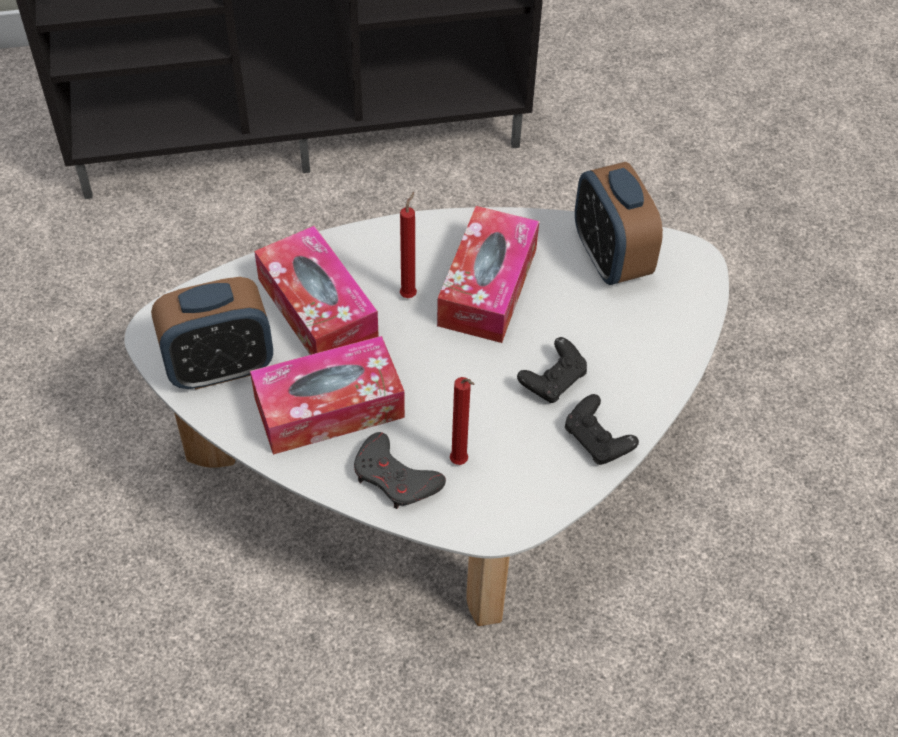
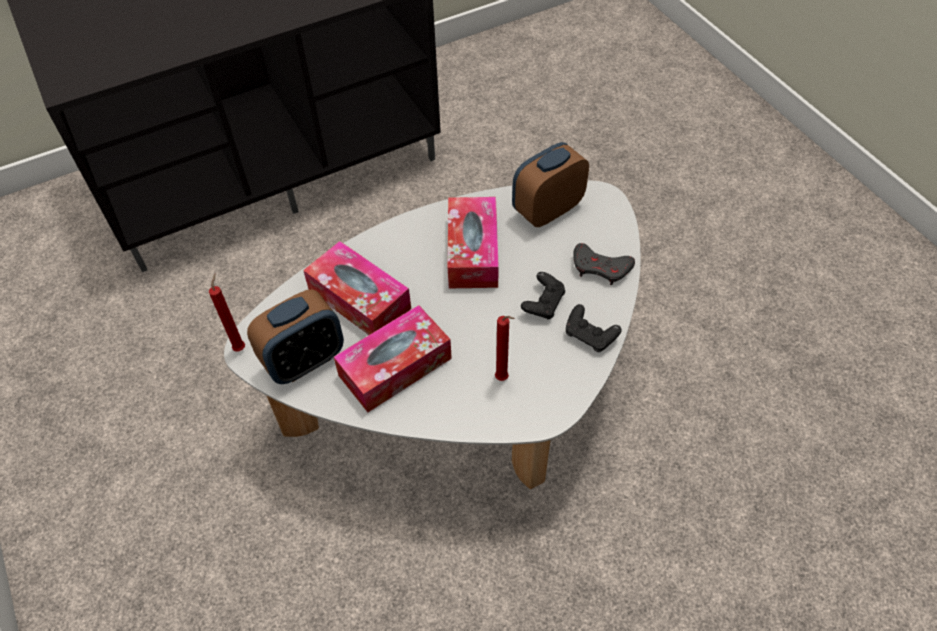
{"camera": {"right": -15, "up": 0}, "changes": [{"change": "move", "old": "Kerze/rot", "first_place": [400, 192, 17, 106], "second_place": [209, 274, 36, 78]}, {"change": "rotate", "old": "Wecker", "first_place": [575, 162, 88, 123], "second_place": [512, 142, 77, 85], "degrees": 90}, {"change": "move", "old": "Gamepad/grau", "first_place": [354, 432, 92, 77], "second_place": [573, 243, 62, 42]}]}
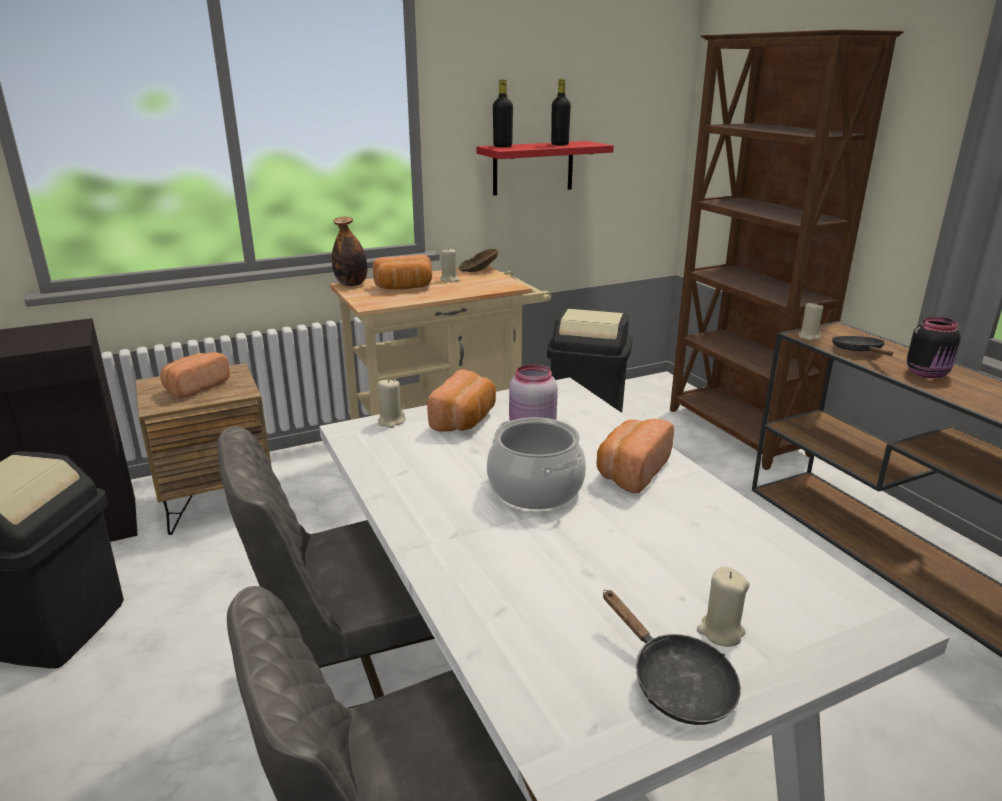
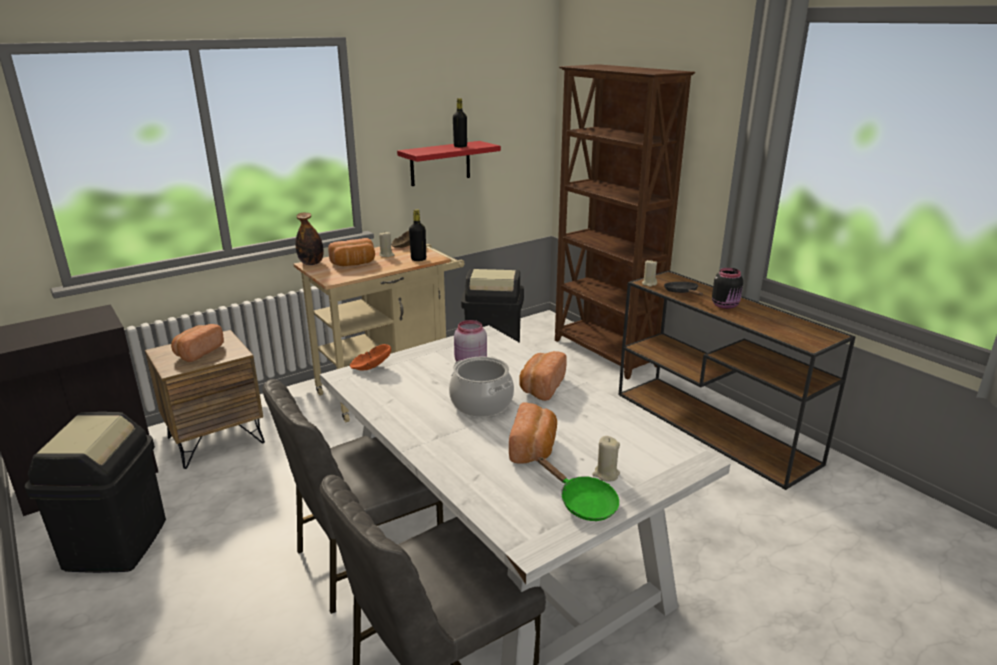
{"camera": {"right": -10, "up": 0}, "changes": [{"change": "replace", "old": "Kerze/beige", "new": "Schüssel/orange", "first_place": [377, 378, 28, 50], "second_place": [350, 344, 41, 26]}, {"change": "move", "old": "Flasche/schwarz", "first_place": [493, 79, 20, 68], "second_place": [409, 209, 17, 52]}, {"change": "move", "old": "Brot", "first_place": [427, 369, 69, 63], "second_place": [509, 402, 48, 62]}, {"change": "recolor", "old": "Pfanne/schwarz", "new": "Pfanne/grün", "first_place": [603, 590, 138, 135], "second_place": [537, 457, 82, 64]}]}
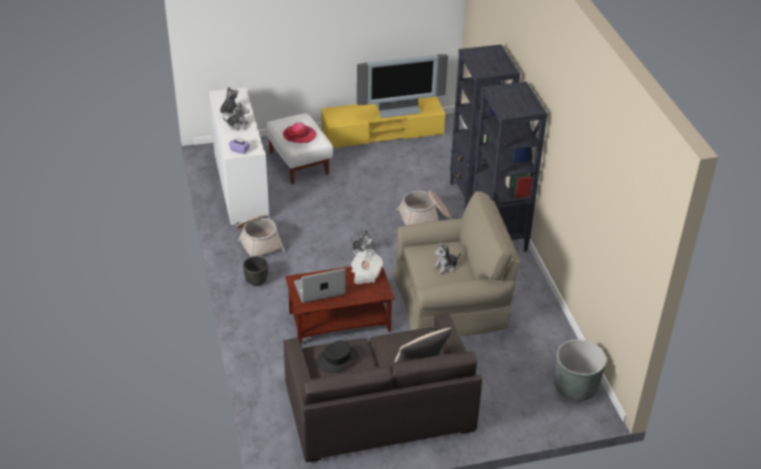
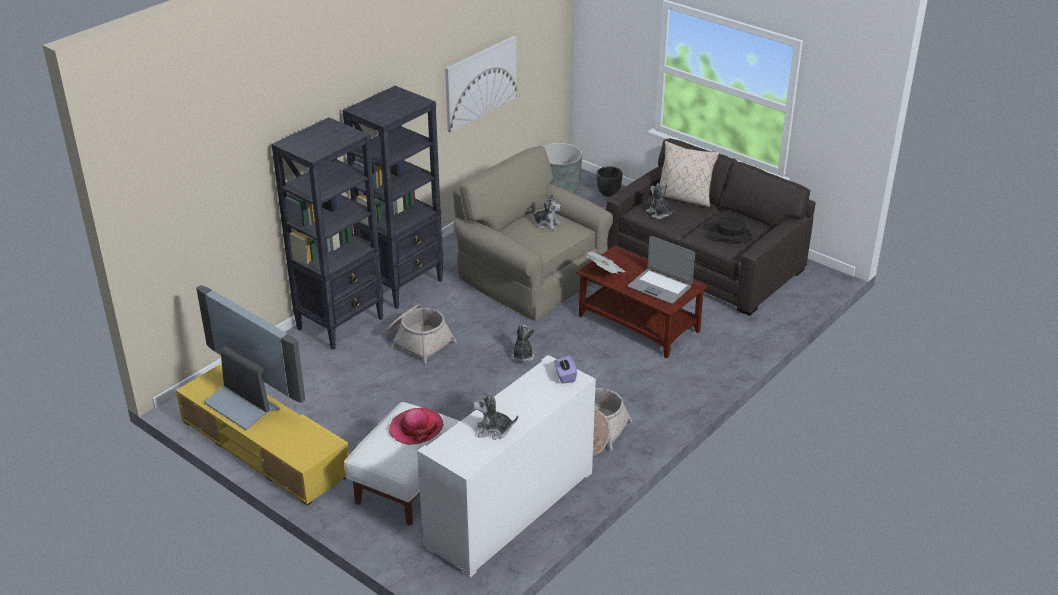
{"camera": {"right": -125, "up": -5}, "changes": [{"change": "insert", "new": "Bild", "second_place": [445, 36, 72, 96]}, {"change": "move", "old": "Pflanzkübel/schwarz", "first_place": [243, 256, 25, 30], "second_place": [597, 166, 25, 31]}, {"change": "move", "old": "Plüschtier", "first_place": [223, 101, 27, 30], "second_place": [646, 183, 26, 36]}]}
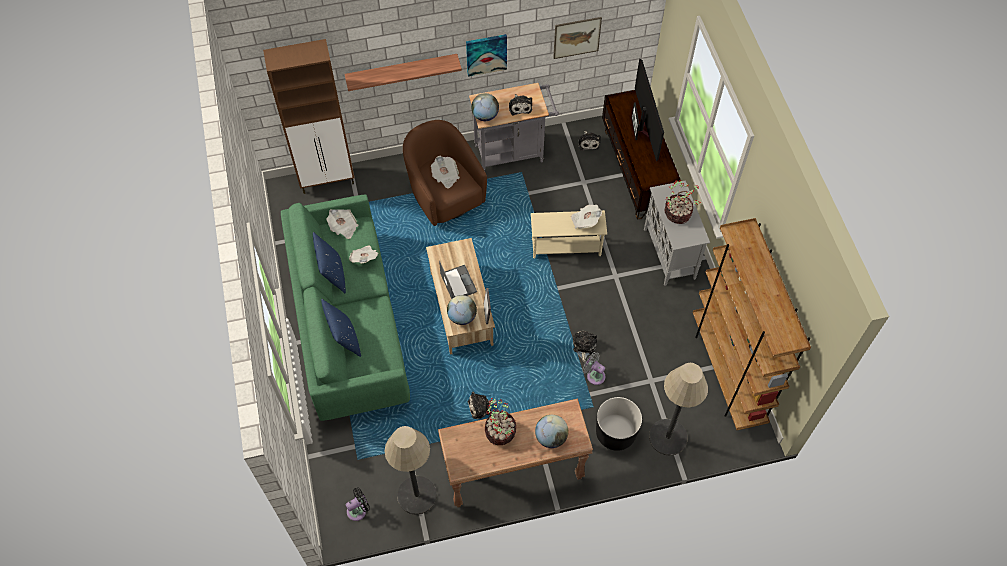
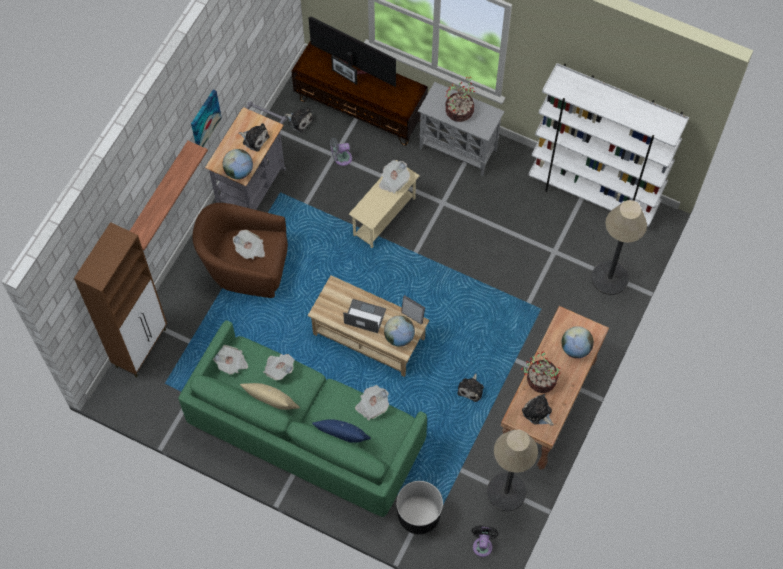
{"camera": {"right": -50, "up": 5}, "changes": [{"change": "recolor", "old": "Kissen/blau", "new": "Kissen/beige", "first_place": [313, 232, 33, 61], "second_place": [240, 383, 60, 27]}, {"change": "move", "old": "Ventilator/grau", "first_place": [582, 352, 23, 33], "second_place": [330, 138, 22, 28]}, {"change": "insert", "new": "Zeitung", "second_place": [355, 385, 34, 36]}, {"change": "move", "old": "Pflanzkübel/schwarz", "first_place": [596, 397, 46, 54], "second_place": [396, 481, 47, 53]}, {"change": "move", "old": "Plüschtier", "first_place": [573, 331, 24, 31], "second_place": [522, 394, 32, 32]}, {"change": "recolor", "old": "Bücherregal/braun", "new": "Bücherregal/weiß", "first_place": [693, 218, 118, 212], "second_place": [528, 63, 161, 164]}, {"change": "delete", "old": "Bild", "first_place": [553, 17, 49, 42]}]}
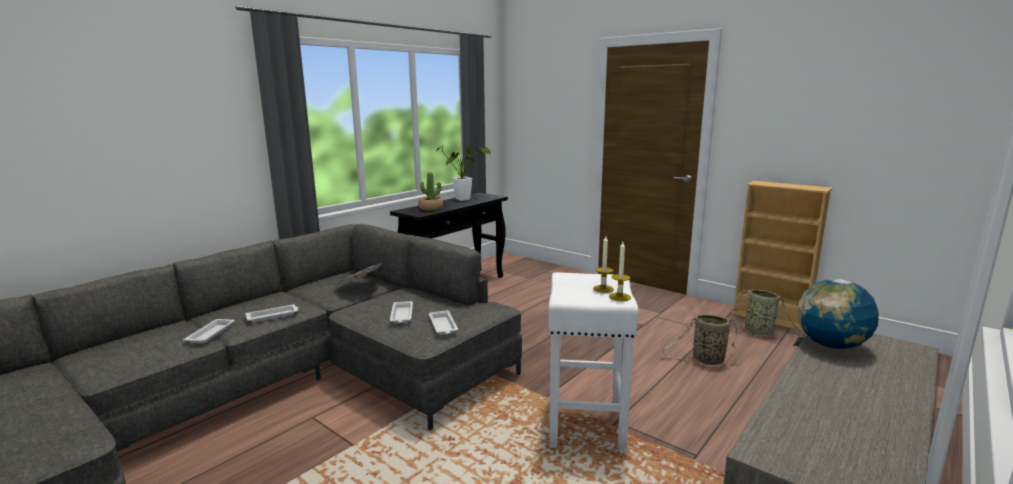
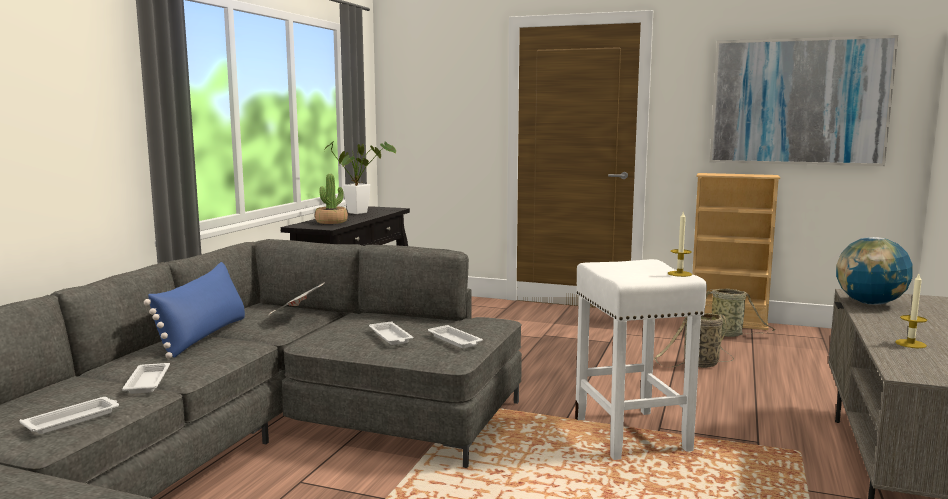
{"camera": {"right": -20, "up": -5}, "changes": [{"change": "move", "old": "Tablett/weiß", "first_place": [245, 304, 54, 18], "second_place": [19, 397, 100, 37]}, {"change": "insert", "new": "Kissen/blau", "second_place": [144, 262, 101, 97]}, {"change": "insert", "new": "Bild", "second_place": [710, 35, 188, 131]}, {"change": "move", "old": "Kerze", "first_place": [593, 236, 21, 57], "second_place": [895, 274, 32, 74]}]}
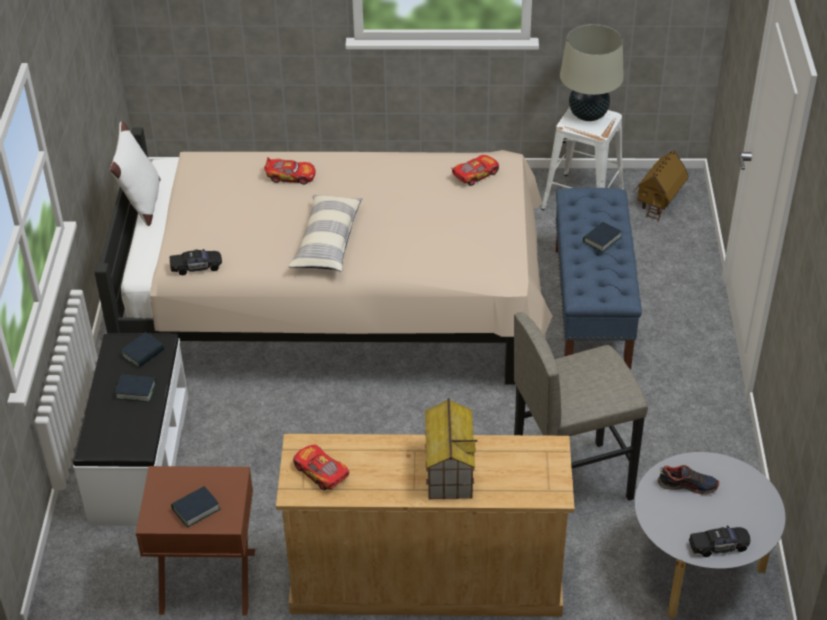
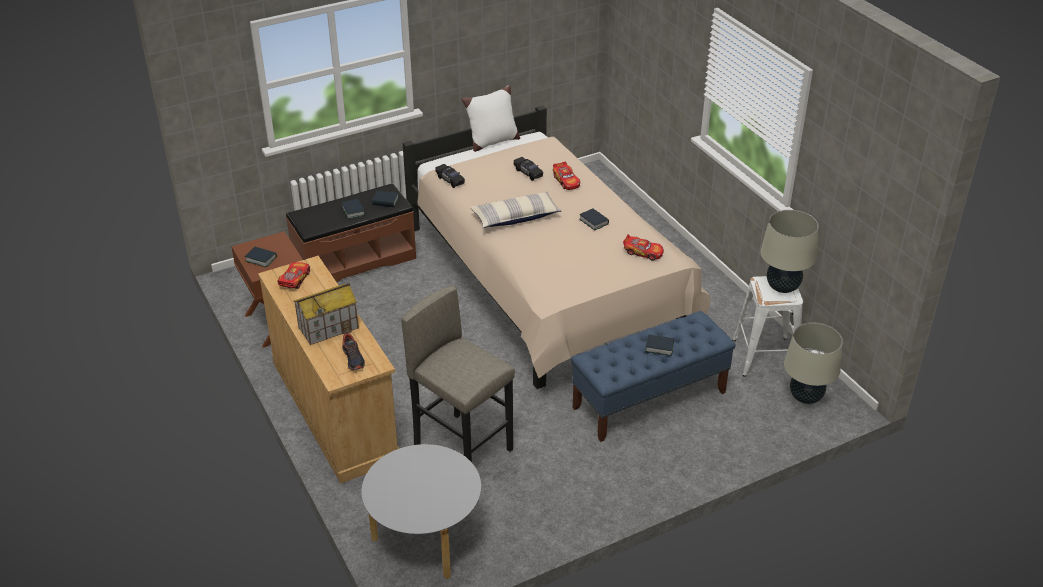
{"camera": {"right": 60, "up": -5}, "changes": [{"change": "recolor", "old": "Bank/weiß", "new": "Bank/braun", "first_place": [73, 333, 116, 193], "second_place": [286, 183, 130, 99]}, {"change": "move", "old": "Schuh", "first_place": [658, 465, 62, 30], "second_place": [342, 333, 23, 37]}, {"change": "move", "old": "Spielzeugauto/schwarz", "first_place": [689, 526, 61, 31], "second_place": [514, 157, 29, 24]}, {"change": "insert", "new": "Buch", "second_place": [579, 209, 30, 22]}, {"change": "replace", "old": "Spielzeughaus", "new": "Tischlampe/beige", "first_place": [633, 151, 56, 70], "second_place": [784, 323, 59, 81]}]}
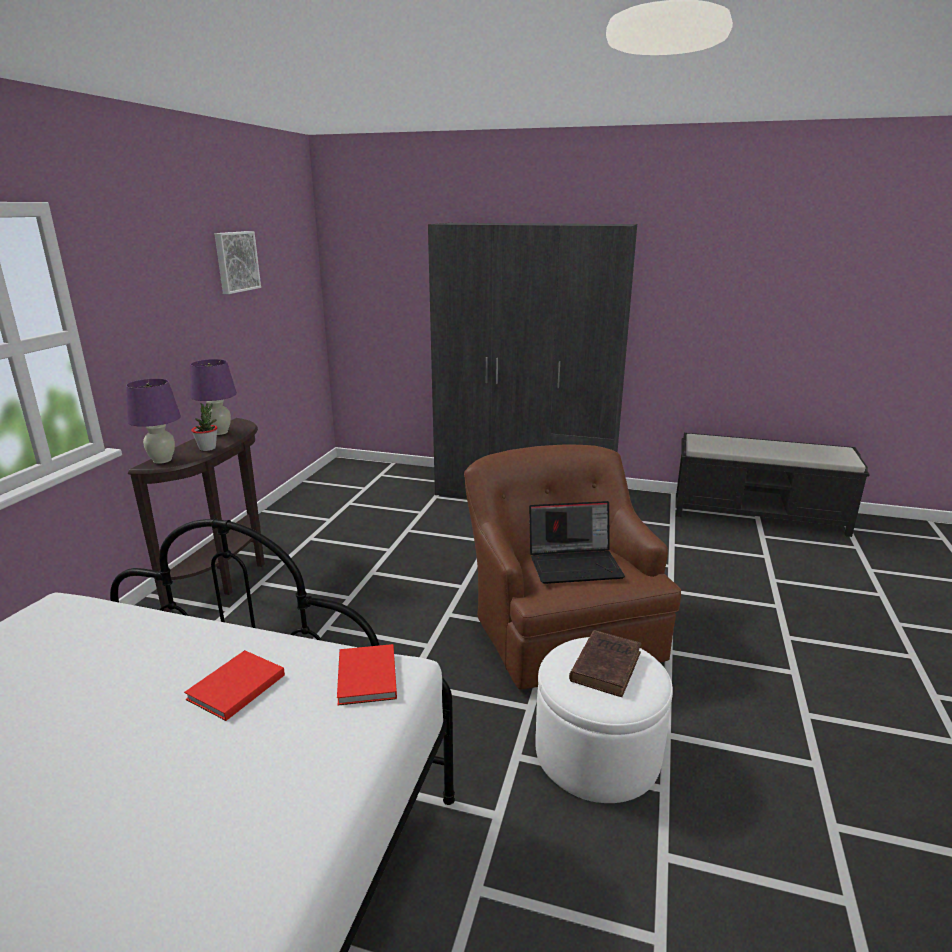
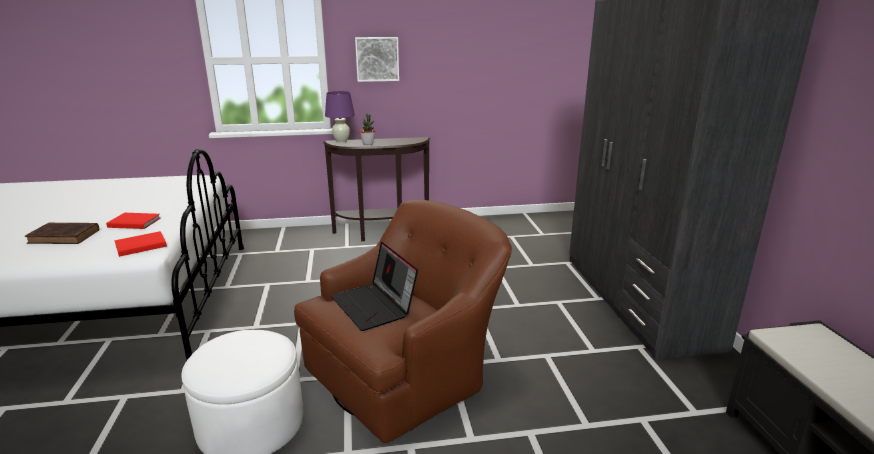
{"camera": {"right": 65, "up": 0}, "changes": [{"change": "move", "old": "Buch/braun", "first_place": [569, 630, 73, 67], "second_place": [25, 223, 74, 21]}, {"change": "move", "old": "Bild", "first_place": [214, 231, 47, 63], "second_place": [355, 37, 44, 45]}, {"change": "delete", "old": "Tischlampe/lila", "first_place": [190, 359, 47, 76]}]}
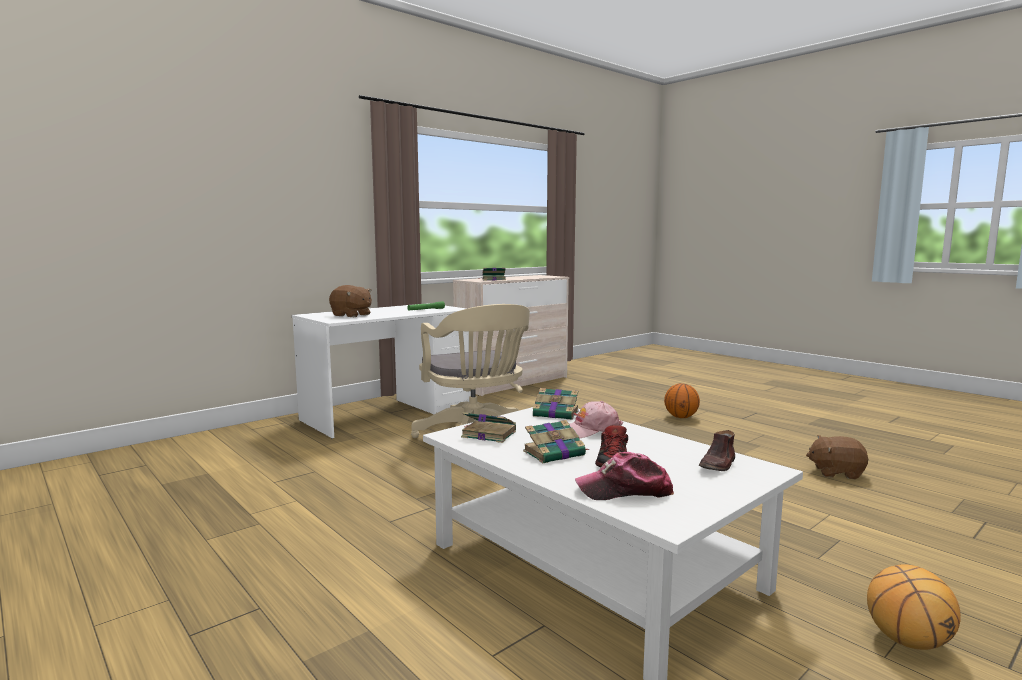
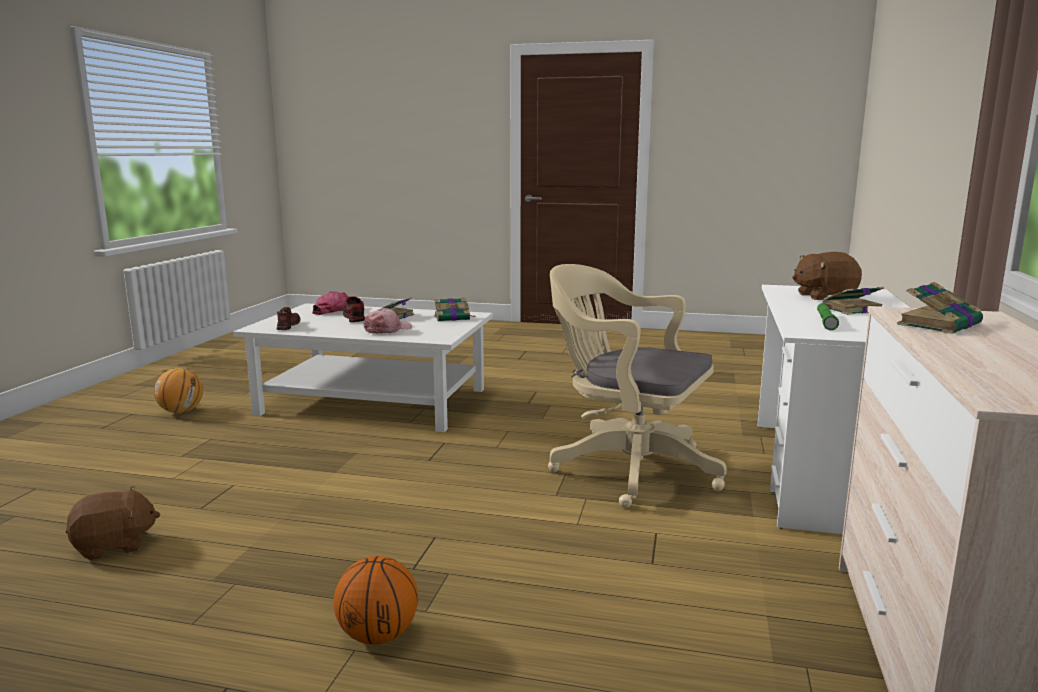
{"camera": {"right": 145, "up": 5}, "changes": [{"change": "move", "old": "Buch", "first_place": [533, 388, 46, 32], "second_place": [823, 287, 61, 28]}]}
